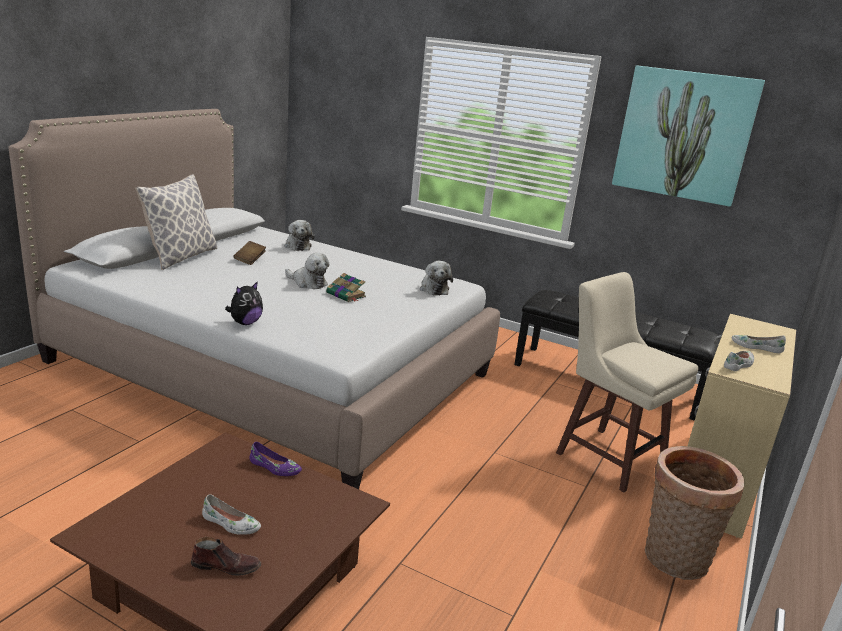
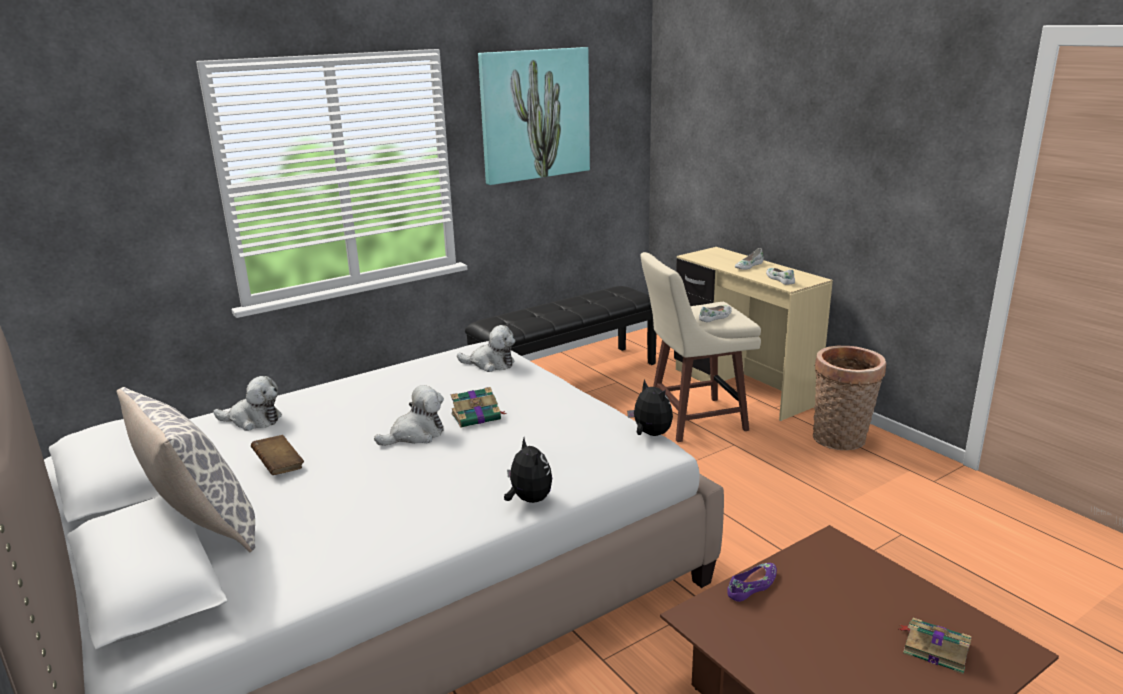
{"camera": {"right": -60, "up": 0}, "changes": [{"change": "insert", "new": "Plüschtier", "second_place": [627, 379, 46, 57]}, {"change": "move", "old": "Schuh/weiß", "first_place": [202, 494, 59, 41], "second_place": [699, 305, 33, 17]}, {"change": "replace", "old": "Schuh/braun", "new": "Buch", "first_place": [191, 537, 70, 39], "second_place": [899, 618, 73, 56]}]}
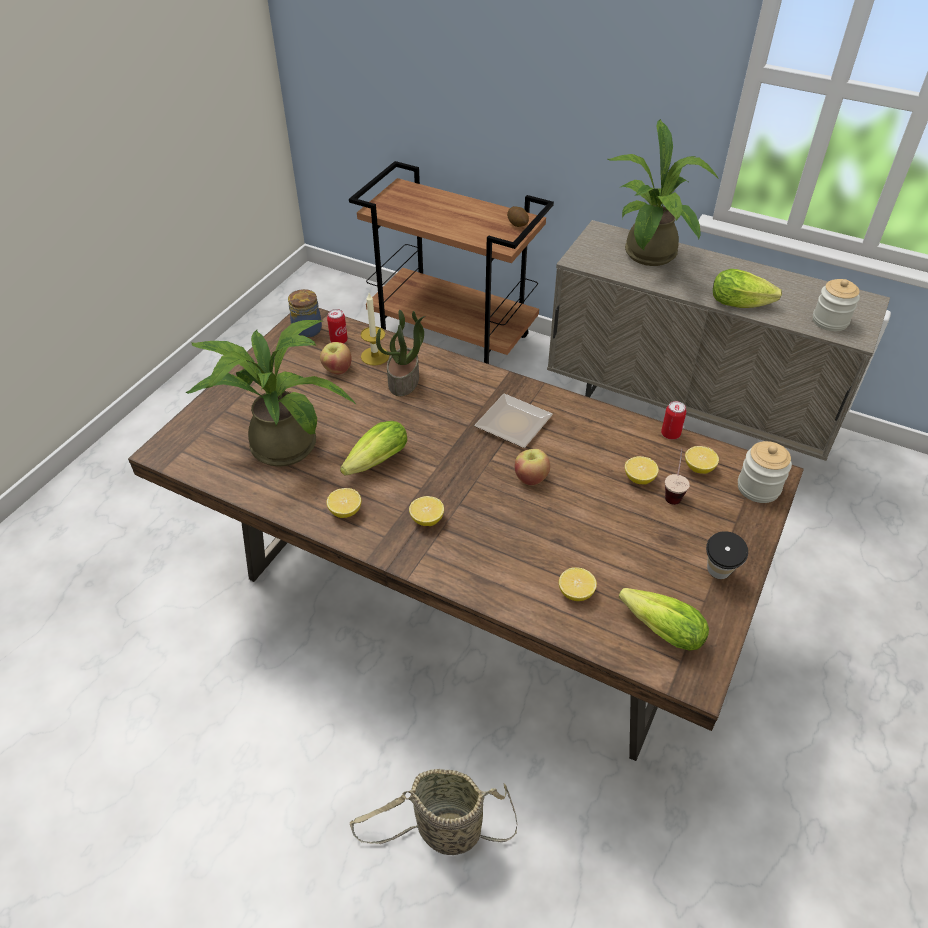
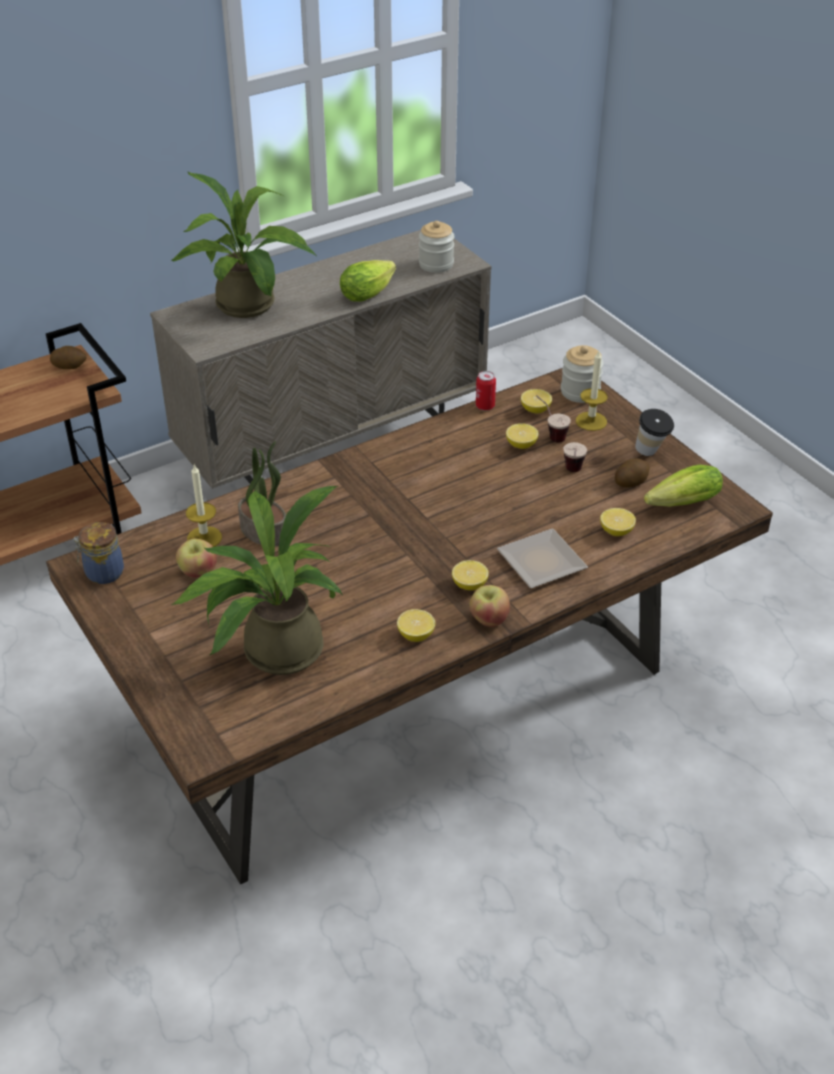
{"camera": {"right": -60, "up": -5}, "changes": [{"change": "move", "old": "Apfel", "first_place": [515, 449, 35, 36], "second_place": [469, 585, 41, 42]}, {"change": "move", "old": "Teller", "first_place": [474, 393, 79, 55], "second_place": [497, 529, 91, 60]}, {"change": "insert", "new": "Tasse", "second_place": [563, 442, 24, 30]}, {"change": "insert", "new": "Kerze", "second_place": [576, 351, 32, 80]}, {"change": "insert", "new": "Kartoffel", "second_place": [615, 459, 35, 29]}, {"change": "delete", "old": "Dose", "first_place": [327, 309, 21, 34]}, {"change": "delete", "old": "Salatkopf", "first_place": [340, 421, 67, 55]}, {"change": "delete", "old": "Korb", "first_place": [350, 769, 167, 86]}]}
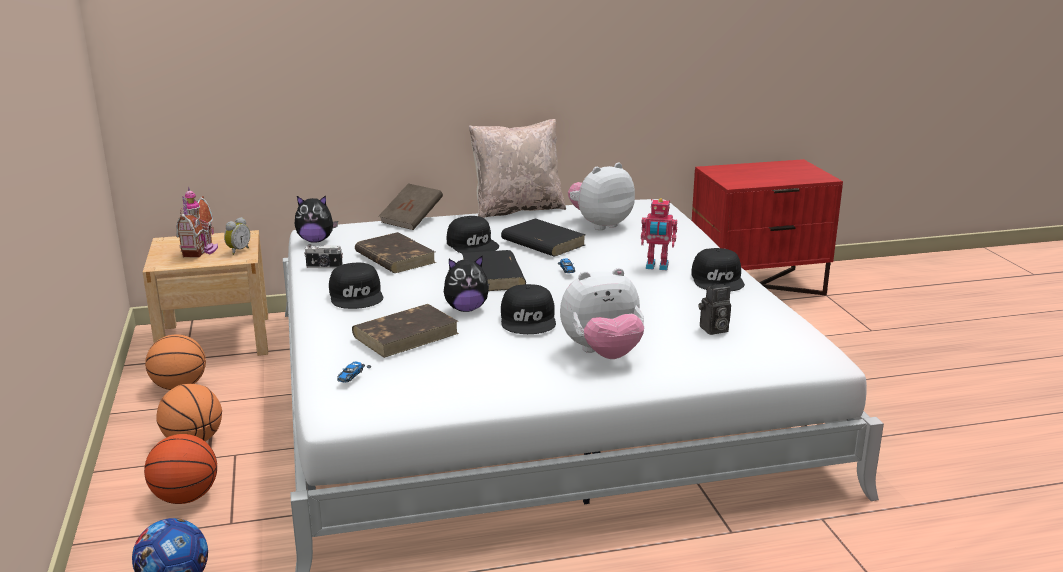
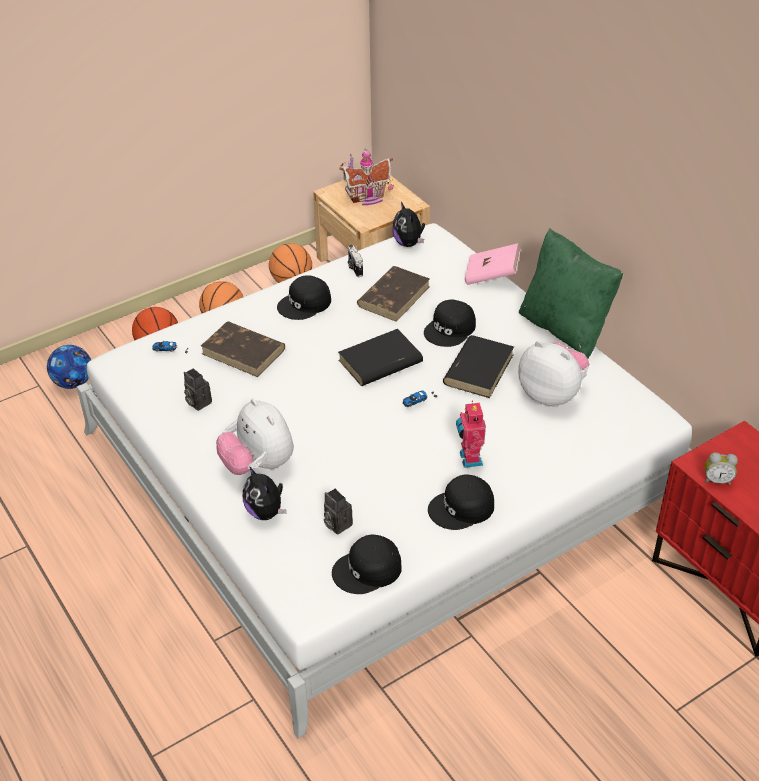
{"camera": {"right": 70, "up": 20}, "changes": [{"change": "insert", "new": "Kamera", "second_place": [184, 368, 28, 43]}, {"change": "move", "old": "Plüschtier", "first_place": [444, 255, 46, 57], "second_place": [243, 466, 44, 54]}, {"change": "move", "old": "Kappe/schwarz", "first_place": [501, 284, 55, 50], "second_place": [332, 535, 70, 59]}, {"change": "recolor", "old": "Buch/braun", "new": "Buch/rosa", "first_place": [379, 183, 64, 47], "second_place": [465, 243, 56, 42]}, {"change": "recolor", "old": "Kissen/beige", "new": "Kissen/grün", "first_place": [469, 119, 97, 99], "second_place": [519, 228, 104, 131]}, {"change": "move", "old": "Wecker", "first_place": [224, 217, 26, 38], "second_place": [704, 452, 34, 33]}]}
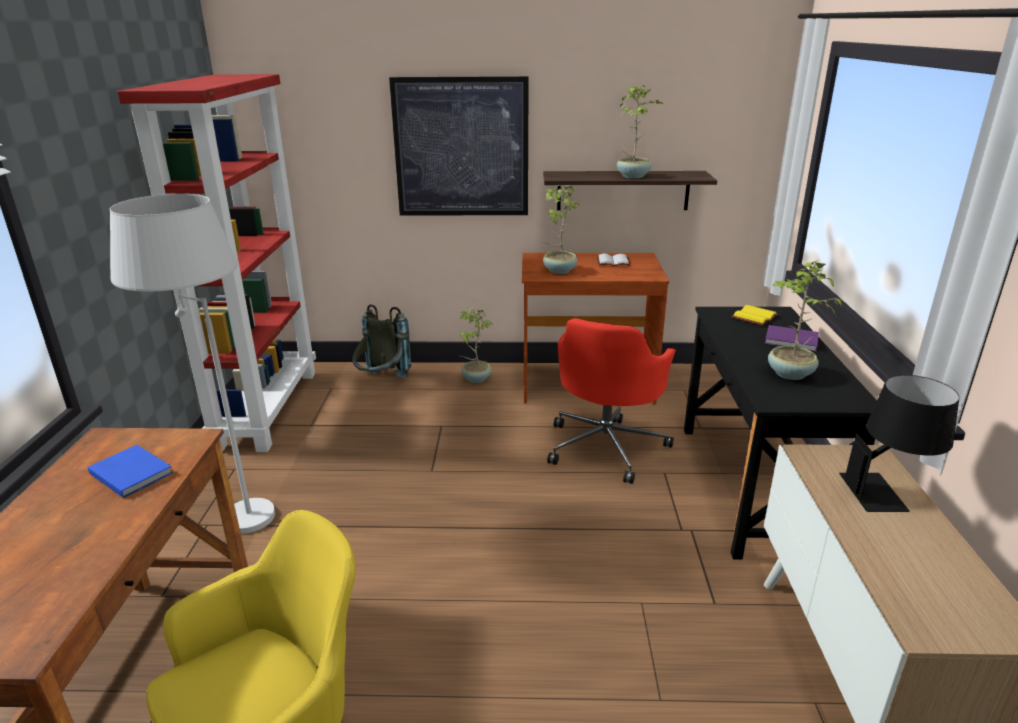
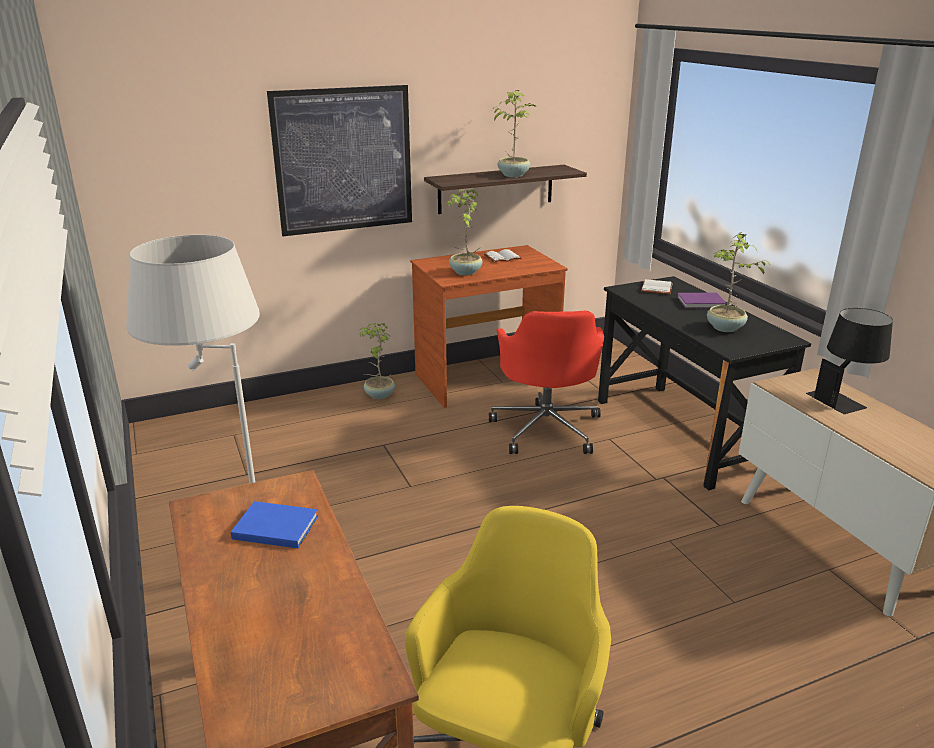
{"camera": {"right": -25, "up": 0}, "changes": [{"change": "recolor", "old": "Buch/gelb", "new": "Buch/weiß", "first_place": [731, 305, 47, 21], "second_place": [641, 279, 32, 15]}, {"change": "delete", "old": "Bücherregal/rot", "first_place": [117, 74, 199, 378]}, {"change": "delete", "old": "Rucksack/grau", "first_place": [352, 304, 59, 74]}]}
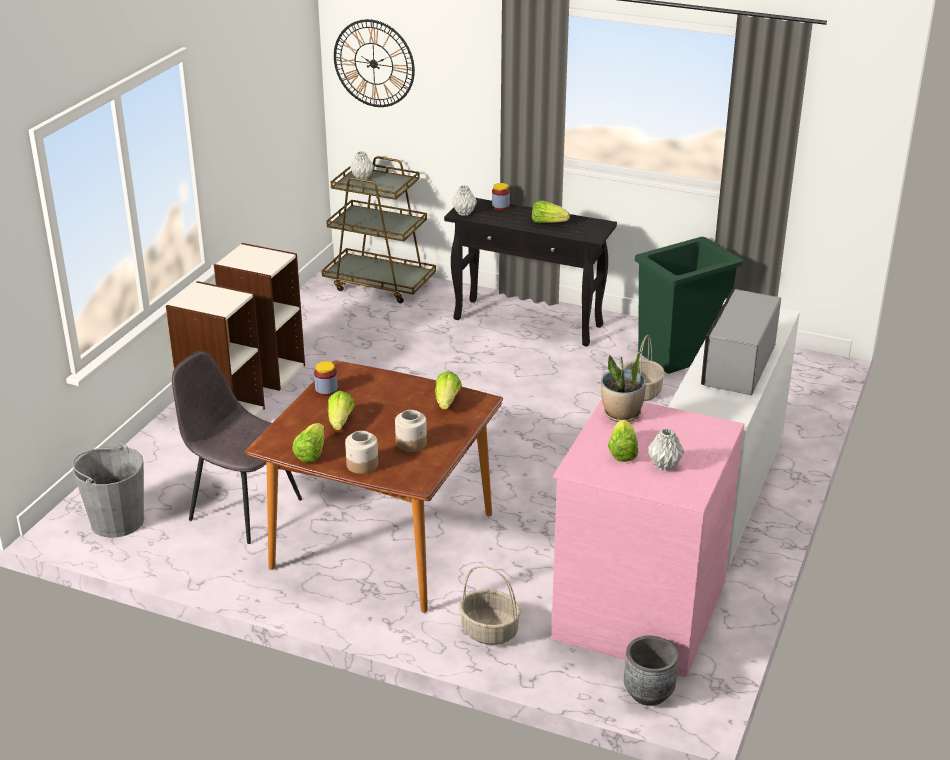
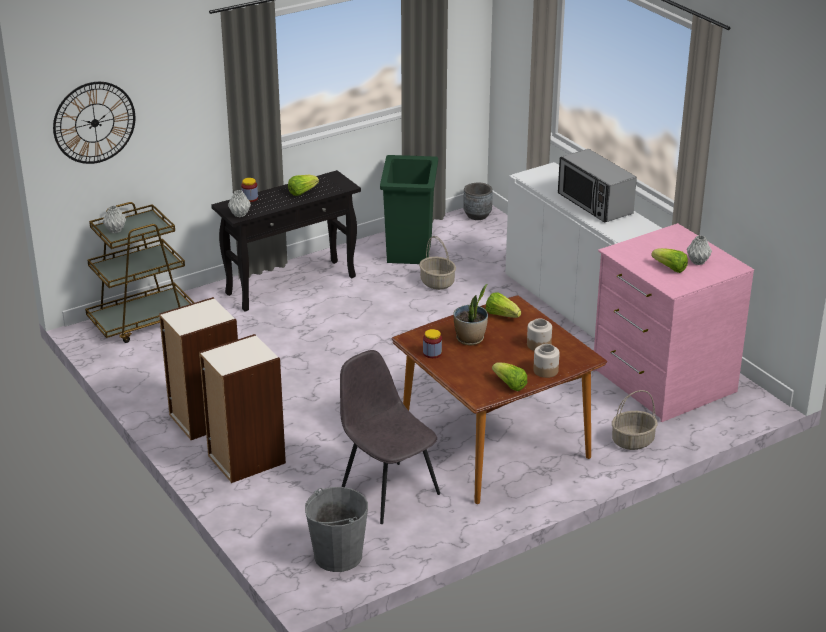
{"camera": {"right": -55, "up": 0}, "changes": [{"change": "rotate", "old": "Stuhl/grau", "first_place": [172, 351, 130, 193], "second_place": [340, 350, 100, 174], "degrees": 75}, {"change": "move", "old": "Topfpflanze", "first_place": [601, 351, 45, 71], "second_place": [453, 284, 35, 61]}, {"change": "move", "old": "Pflanzkübel/grau", "first_place": [624, 635, 54, 71], "second_place": [463, 182, 30, 38]}, {"change": "delete", "old": "Salatkopf", "first_place": [328, 391, 27, 39]}]}
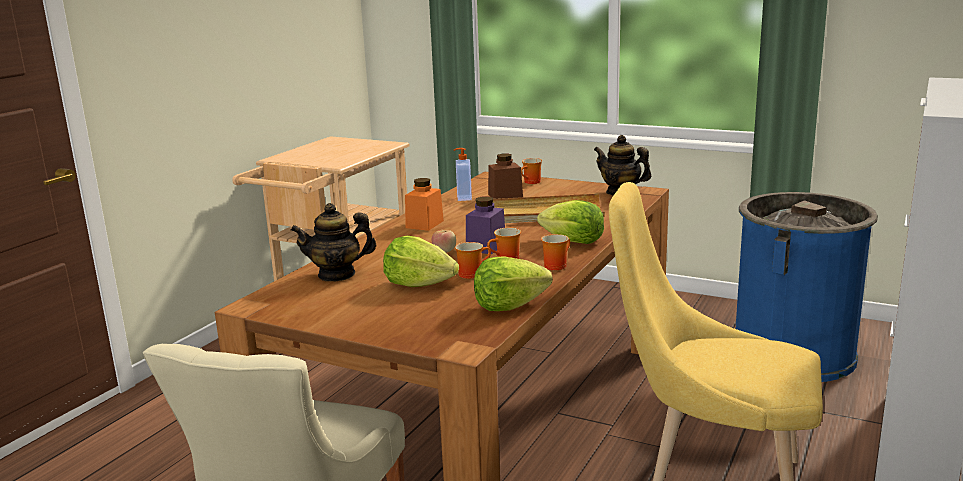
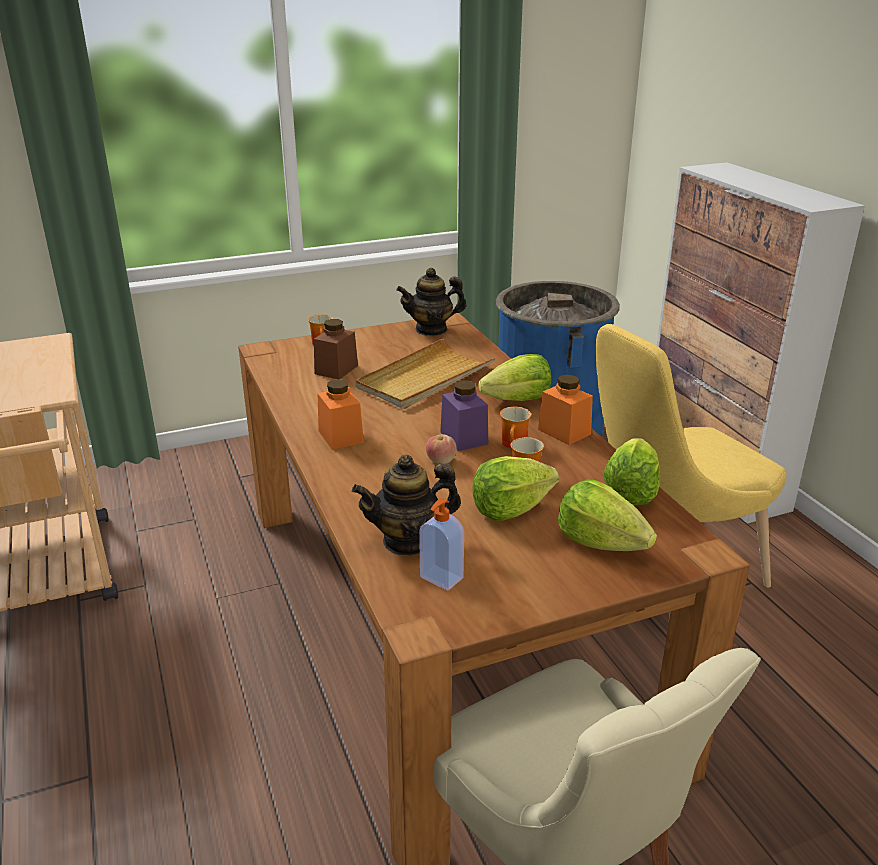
{"camera": {"right": -50, "up": 10}, "changes": [{"change": "rotate", "old": "Teekanne", "first_place": [291, 203, 85, 78], "second_place": [352, 455, 109, 100], "degrees": 45}, {"change": "move", "old": "Seifenspender", "first_place": [454, 148, 18, 53], "second_place": [419, 498, 45, 92]}, {"change": "replace", "old": "Henkelbecher", "new": "Vorratsglas/orange", "first_place": [541, 234, 29, 36], "second_place": [538, 375, 55, 70]}, {"change": "insert", "new": "Salatkopf", "second_place": [558, 479, 99, 72]}]}
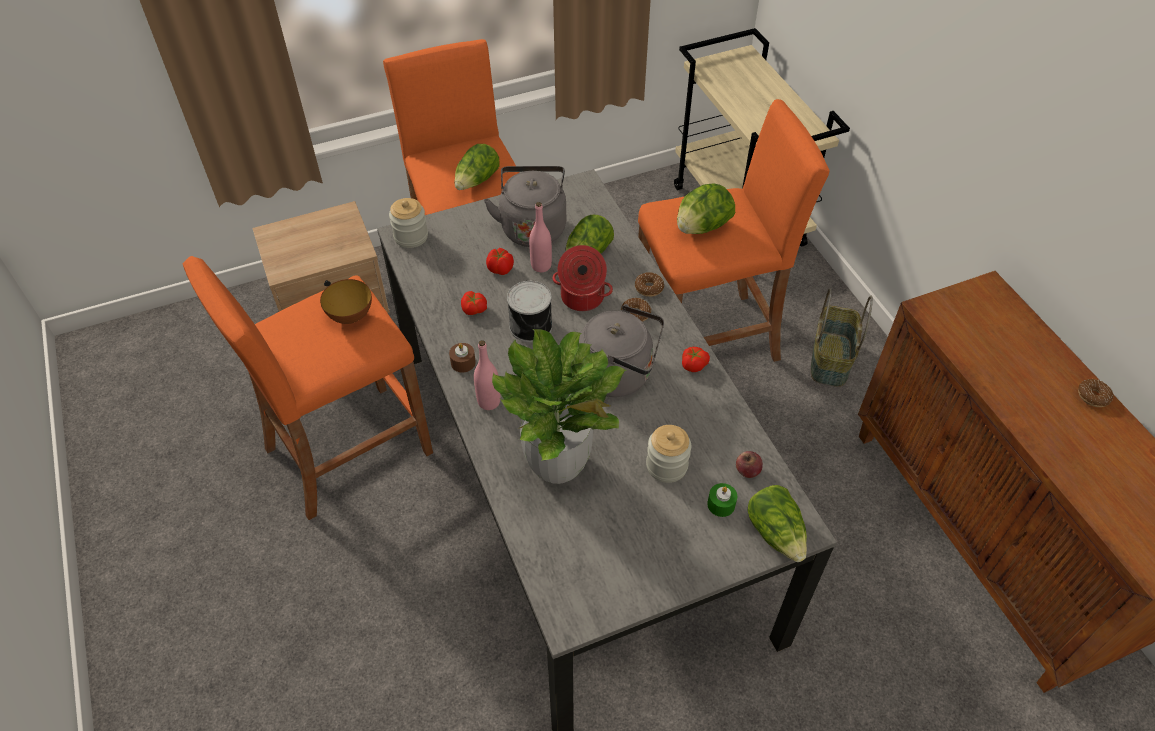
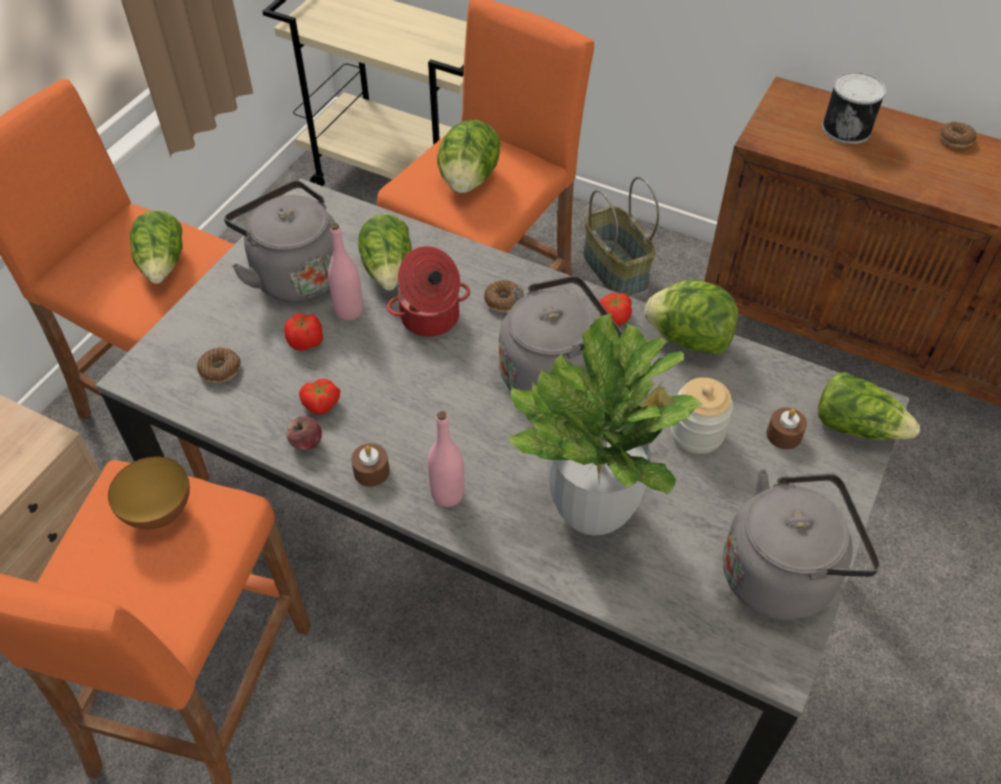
{"camera": {"right": -40, "up": 0}, "changes": [{"change": "move", "old": "Donut", "first_place": [635, 272, 29, 25], "second_place": [197, 348, 43, 35]}, {"change": "move", "old": "Apfel", "first_place": [736, 451, 27, 27], "second_place": [287, 416, 35, 34]}, {"change": "insert", "new": "Salatkopf", "second_place": [644, 280, 94, 75]}, {"change": "insert", "new": "Wasserkessel/grau", "second_place": [723, 469, 157, 151]}, {"change": "recolor", "old": "Kerze/grün", "new": "Kerze/braun", "first_place": [707, 483, 30, 34], "second_place": [767, 407, 40, 42]}, {"change": "move", "old": "Dose", "first_place": [507, 281, 45, 61], "second_place": [822, 72, 64, 72]}, {"change": "delete", "old": "Vorratsglas", "first_place": [389, 198, 39, 50]}]}
